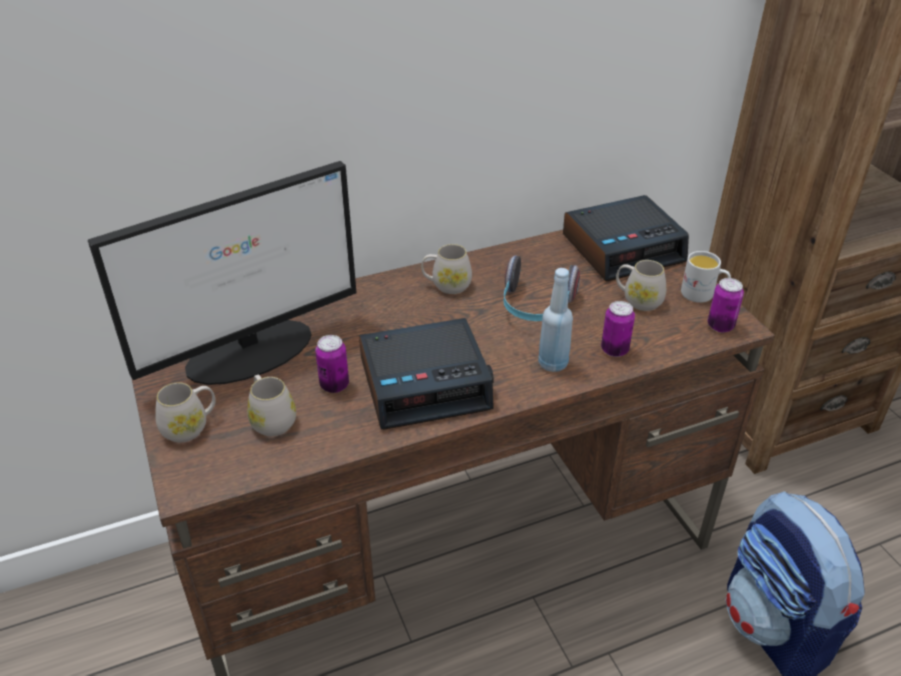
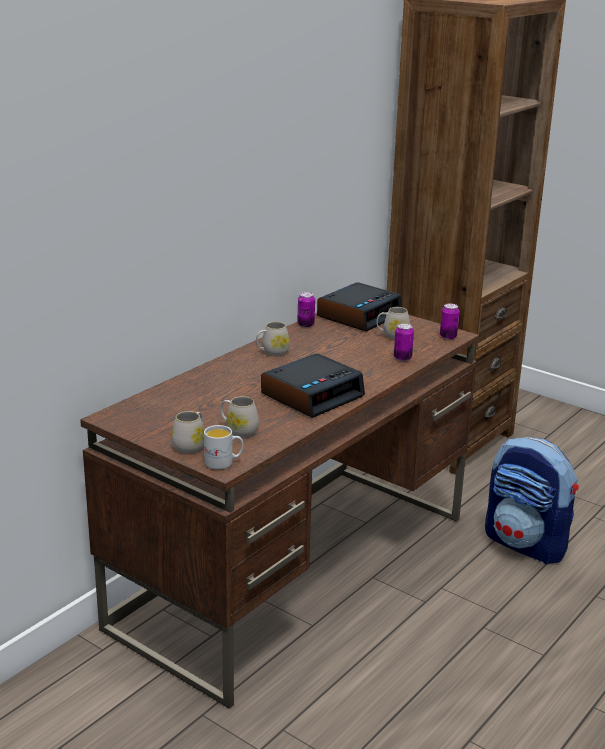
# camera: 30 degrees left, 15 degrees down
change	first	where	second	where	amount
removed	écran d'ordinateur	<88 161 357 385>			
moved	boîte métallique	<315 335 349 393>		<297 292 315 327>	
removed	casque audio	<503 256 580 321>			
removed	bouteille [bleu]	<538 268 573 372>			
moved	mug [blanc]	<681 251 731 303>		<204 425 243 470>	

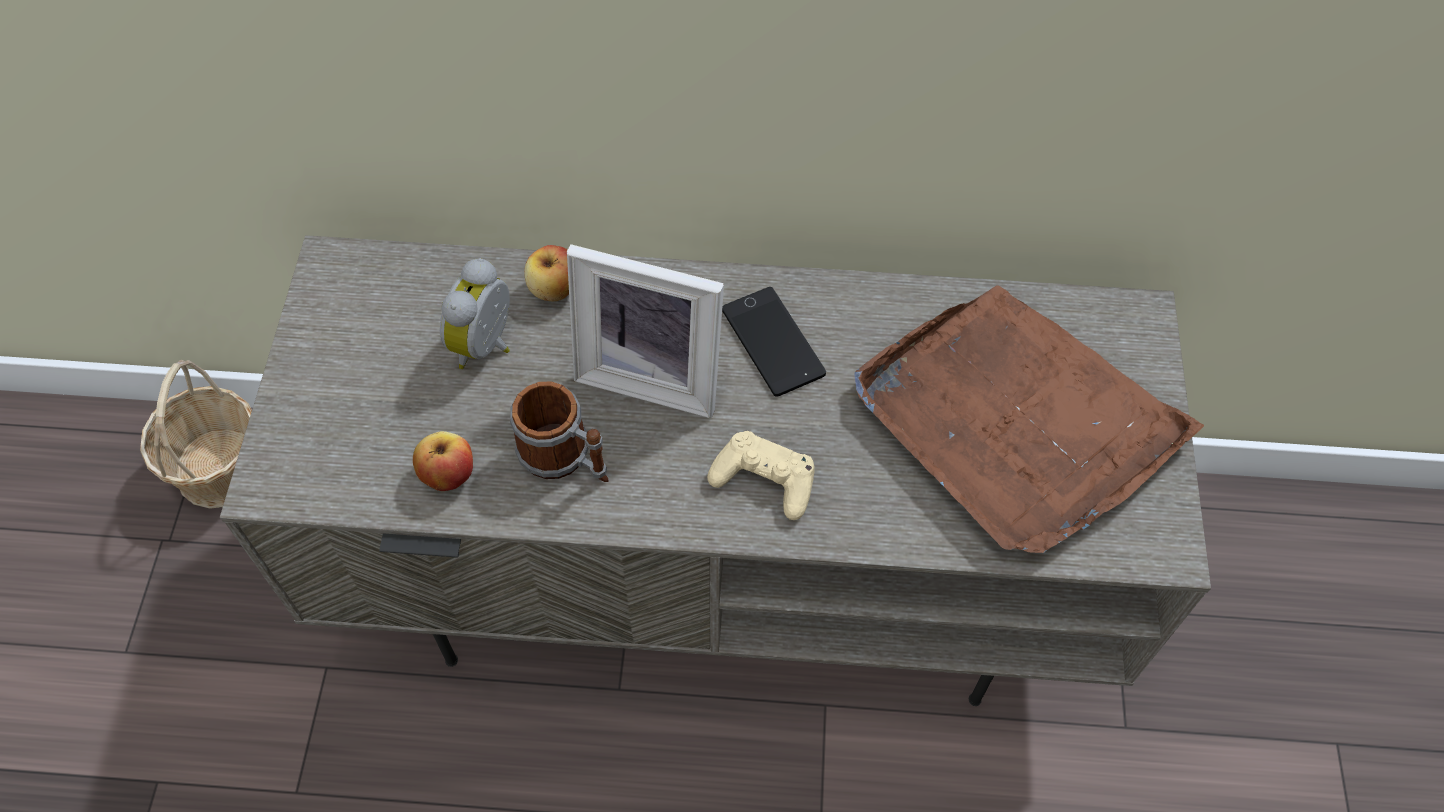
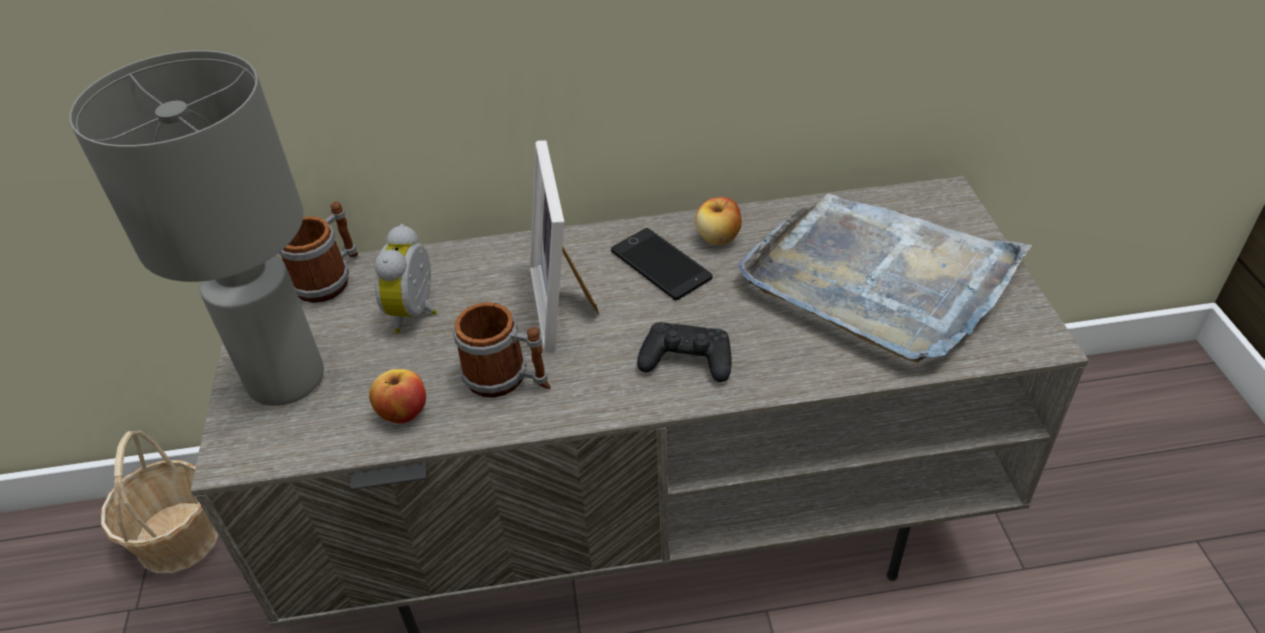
# camera: 10 degrees left, 15 degrees down
change	first	where	second	where	amount
moved	pomme	<524 245 569 301>		<695 197 742 245>	
turned	cadre photo	<567 244 724 418>		<530 140 599 353>	75 degrees clockwise
recoloured	manette [beige]	<707 431 815 520>	manette [noir]	<637 322 732 382>	
recoloured	plateau [marron]	<854 285 1204 553>	plateau [gris]	<738 194 1032 363>	
added			lampe de table [gris]	<69 50 324 406>	
added			mug	<279 202 358 303>	

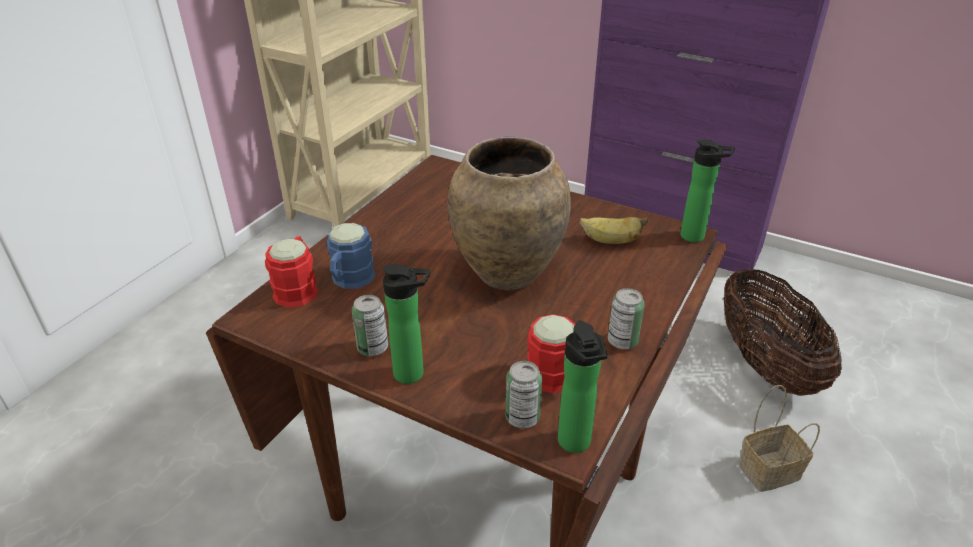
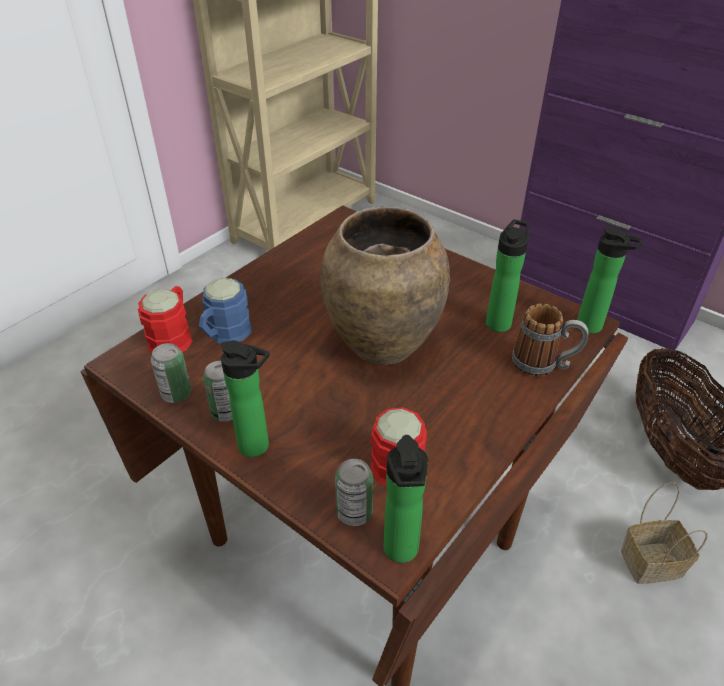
# camera: 10 degrees right, 5 degrees up
change	first	where	second	where	amount
replaced	banane	<580 217 648 244>	bouteille	<486 219 530 332>	
moved	boîte métallique	<608 288 645 349>		<151 343 192 403>	
added			mug	<512 303 589 376>	

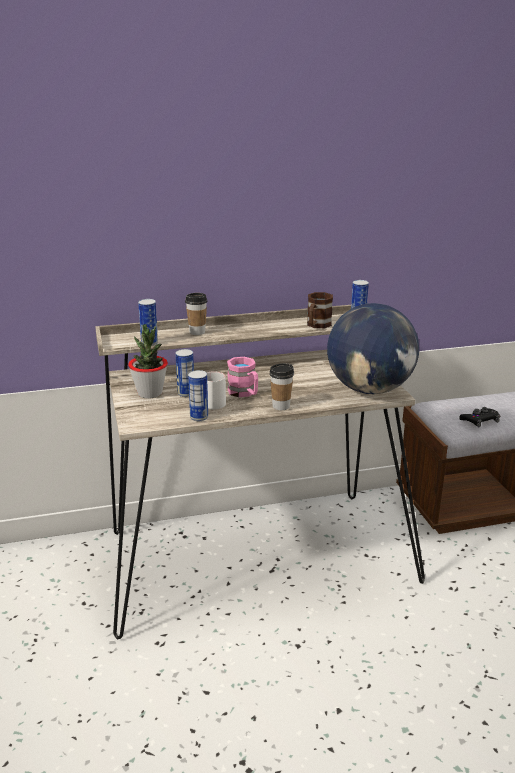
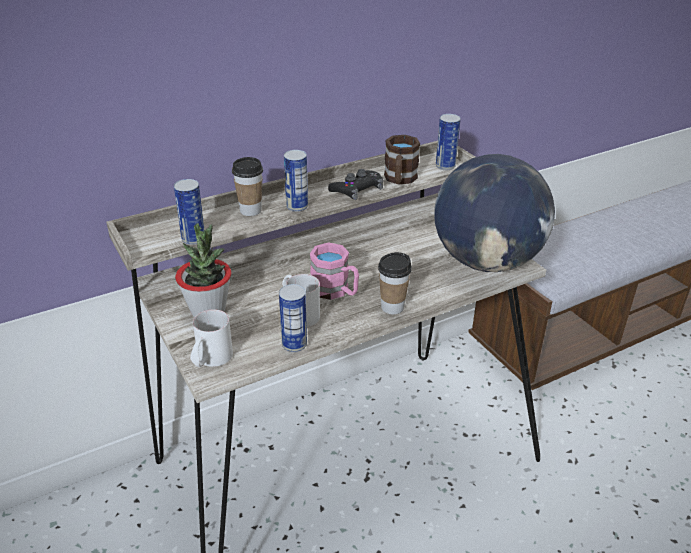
# camera: 15 degrees left, 10 degrees up
change	first	where	second	where	amount
moved	boîte métallique	<176 349 194 397>		<284 150 308 212>	
moved	manette [noir]	<459 407 500 427>		<328 169 384 200>	
added			mug [blanc]	<190 309 233 367>	

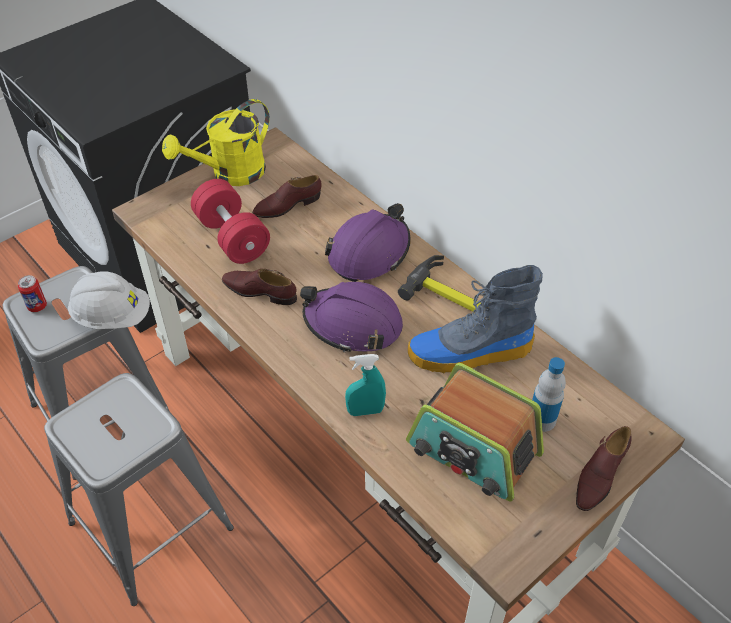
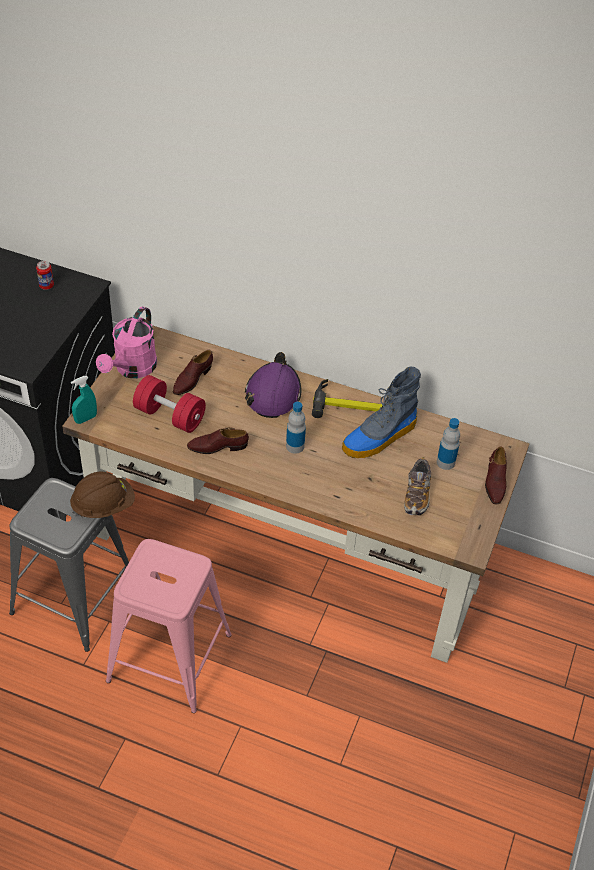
# camera: 30 degrees left, 0 degrees up
change	first	where	second	where	amount
moved	boîte métallique	<18 275 47 312>		<36 261 54 290>	
recoloured	tabouret [gris]	<44 373 234 606>	tabouret [rose]	<106 539 232 713>	
recoloured	casque de chantier [blanc]	<68 271 150 329>	casque de chantier [marron]	<70 471 135 518>	
recoloured	arrosoir [jaune]	<162 99 270 186>	arrosoir [rose]	<96 306 157 378>	
replaced	casque de chantier [violet]	<300 282 403 353>	bouteille	<286 402 306 454>	
moved	vaporisateur [turquoise]	<345 354 386 416>		<71 376 97 424>	
replaced	radio	<406 363 544 501>	chaussure	<404 457 431 515>	

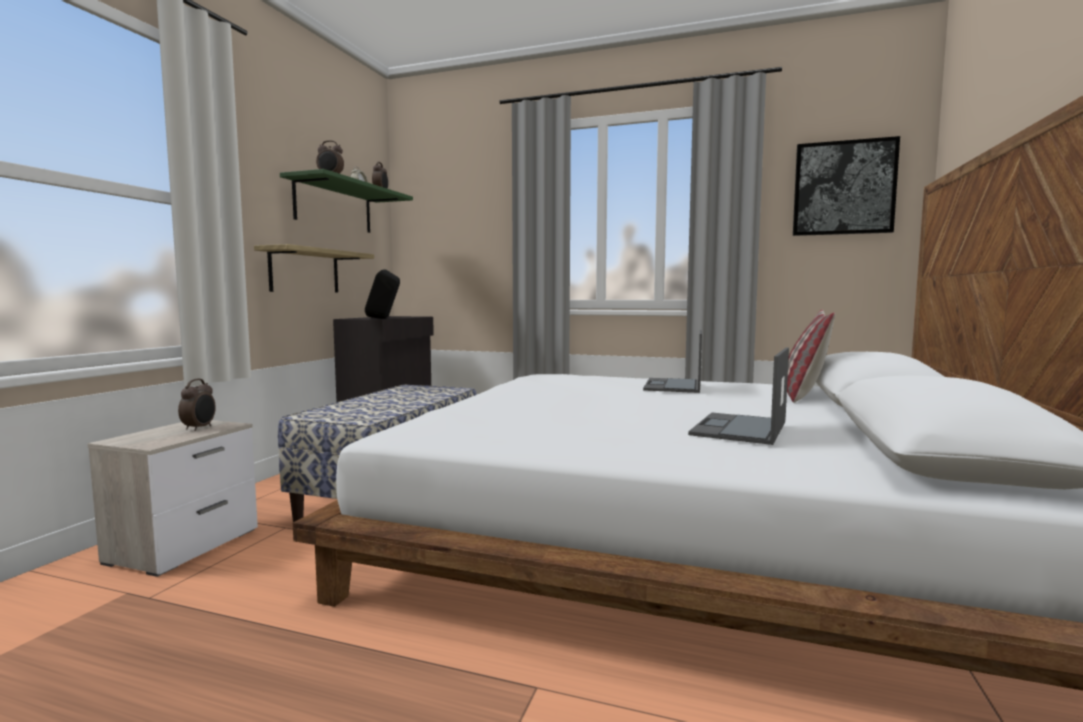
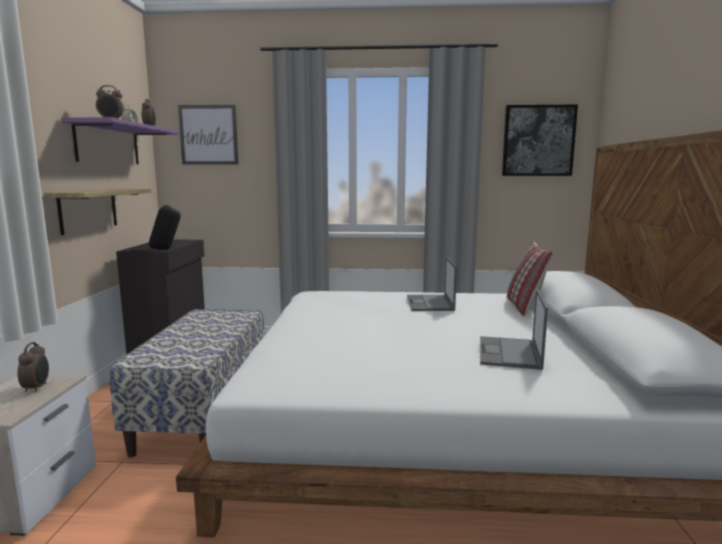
# camera: 15 degrees left, 5 degrees up
change	first	where	second	where	amount
recoloured	étagère [vert]	<280 169 413 233>	étagère [violet]	<61 117 180 164>	
added			tableau	<178 105 239 165>	

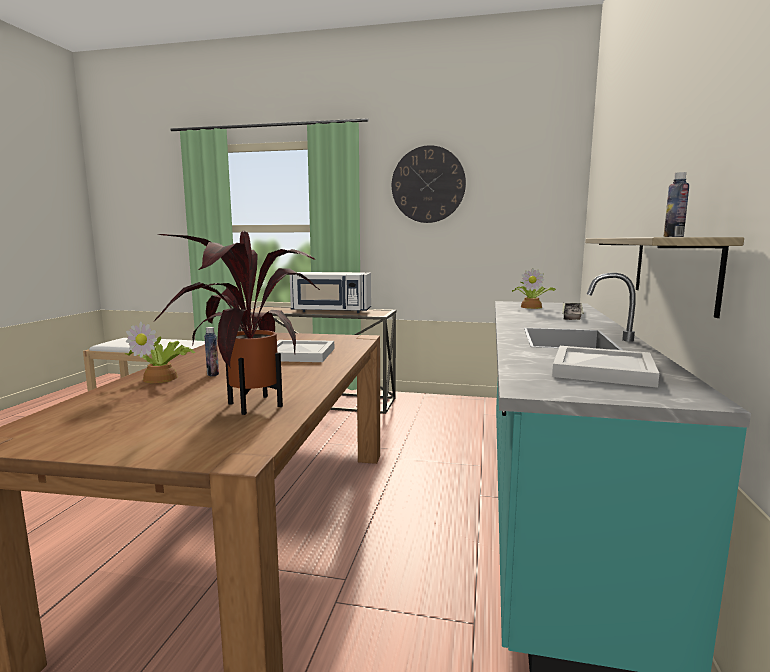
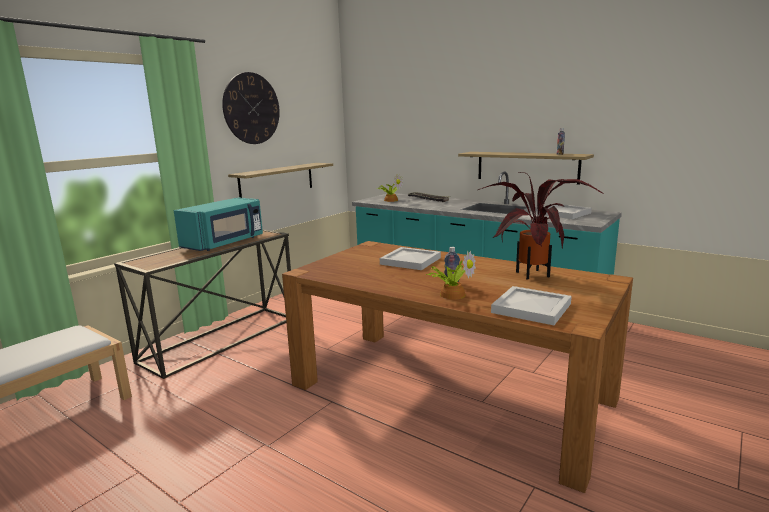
# camera: 65 degrees left, 5 degrees up
change	first	where	second	where	amount
recoloured	micro-ondes [blanc]	<290 272 371 313>	micro-ondes [turquoise]	<174 197 263 251>	
added			étagère	<228 163 333 198>	
added			plateau [blanc]	<491 286 572 325>	

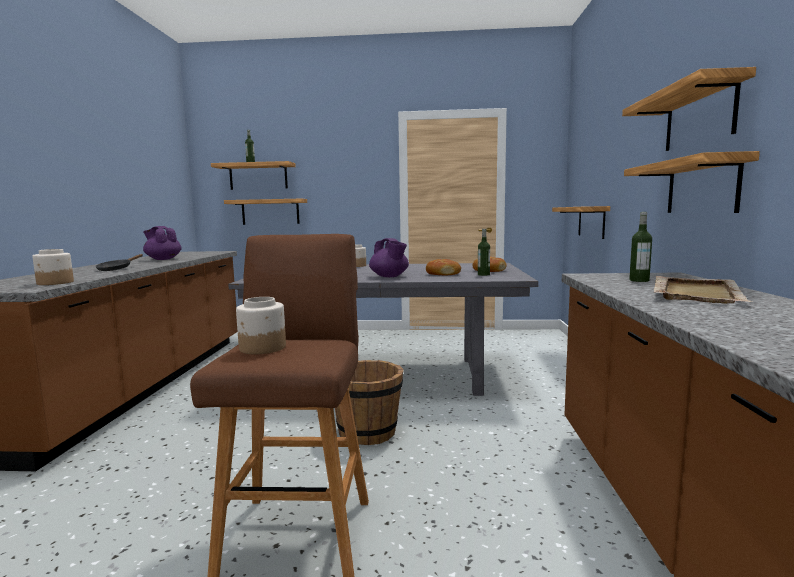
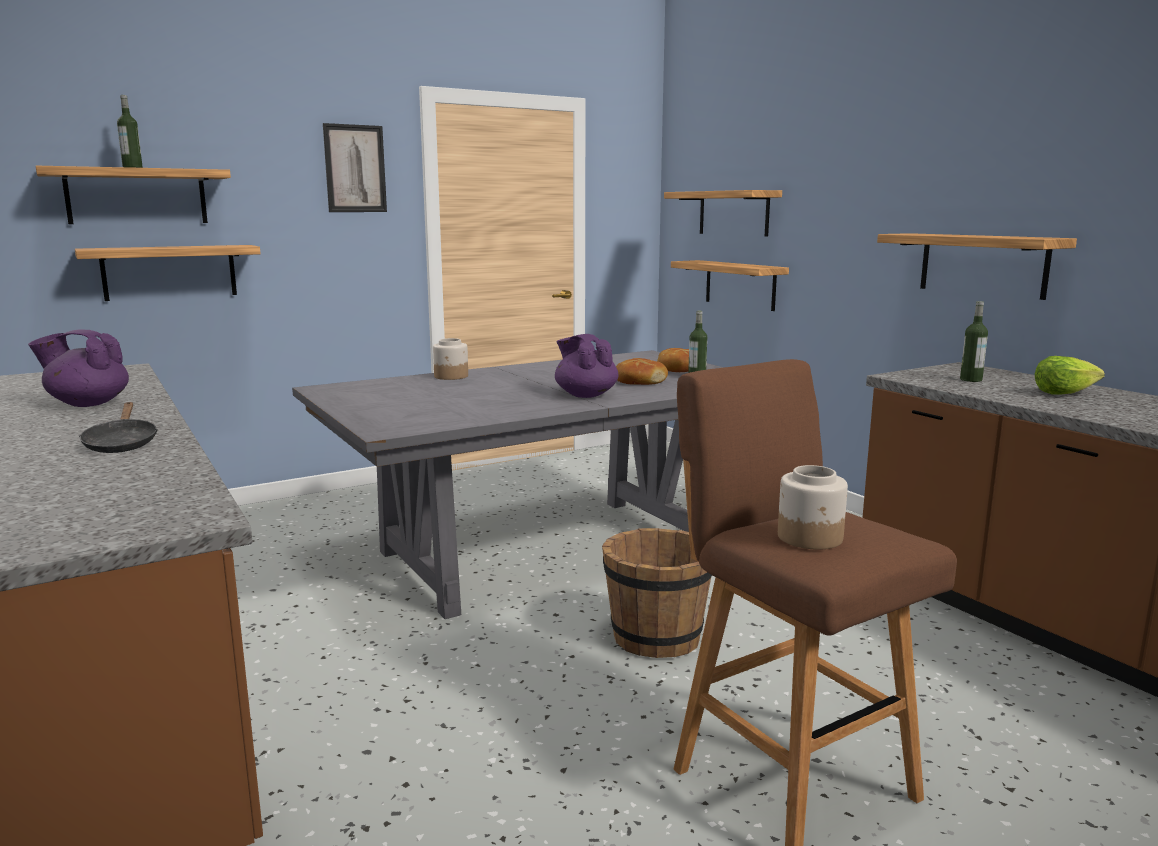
# camera: 35 degrees left, 5 degrees up
change	first	where	second	where	amount
removed	bocal	<32 249 74 285>			
turned	théière [violet]	<369 238 409 277>		<555 334 619 398>	150 degrees counterclockwise
moved	étagère	<622 67 756 151>		<664 190 782 236>	
replaced	plateau [beige]	<653 276 752 304>	laitue	<1035 356 1105 395>	
added			tableau	<323 123 387 212>	

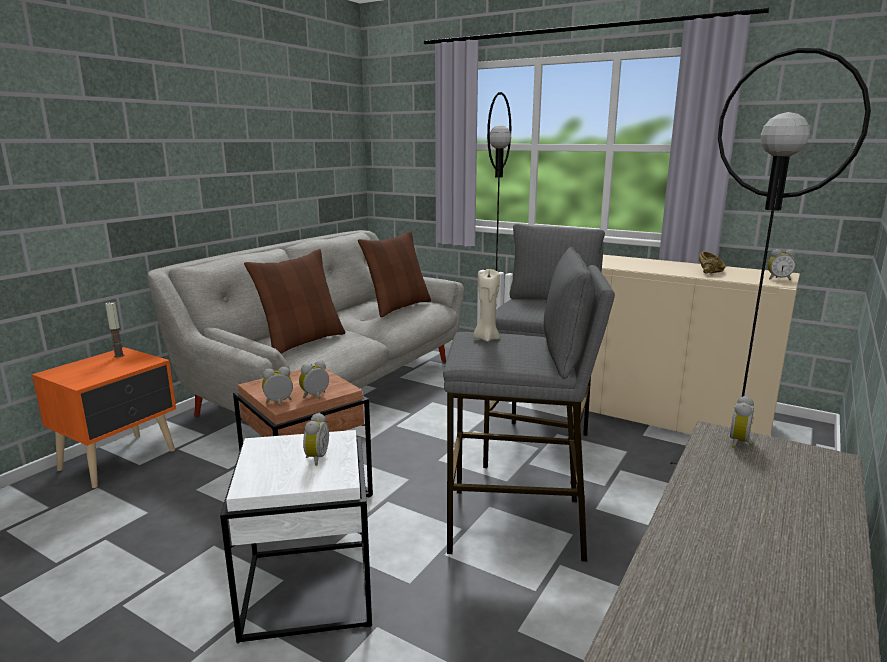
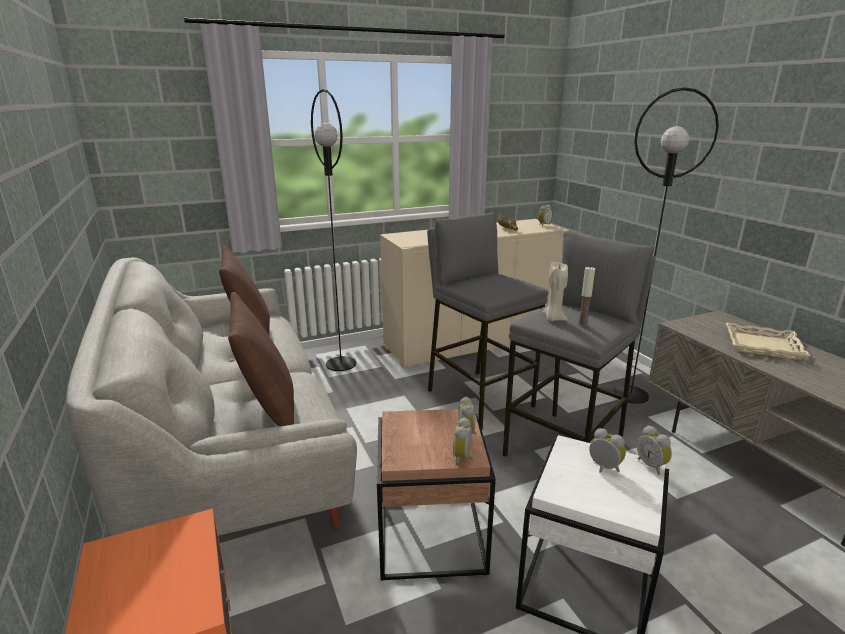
# camera: 55 degrees left, 5 degrees up
change	first	where	second	where	amount
moved	bougie	<105 301 124 357>		<578 266 595 327>	
moved	réveil	<730 396 754 448>		<637 425 672 475>	
added			plateau [beige]	<726 323 811 360>	

